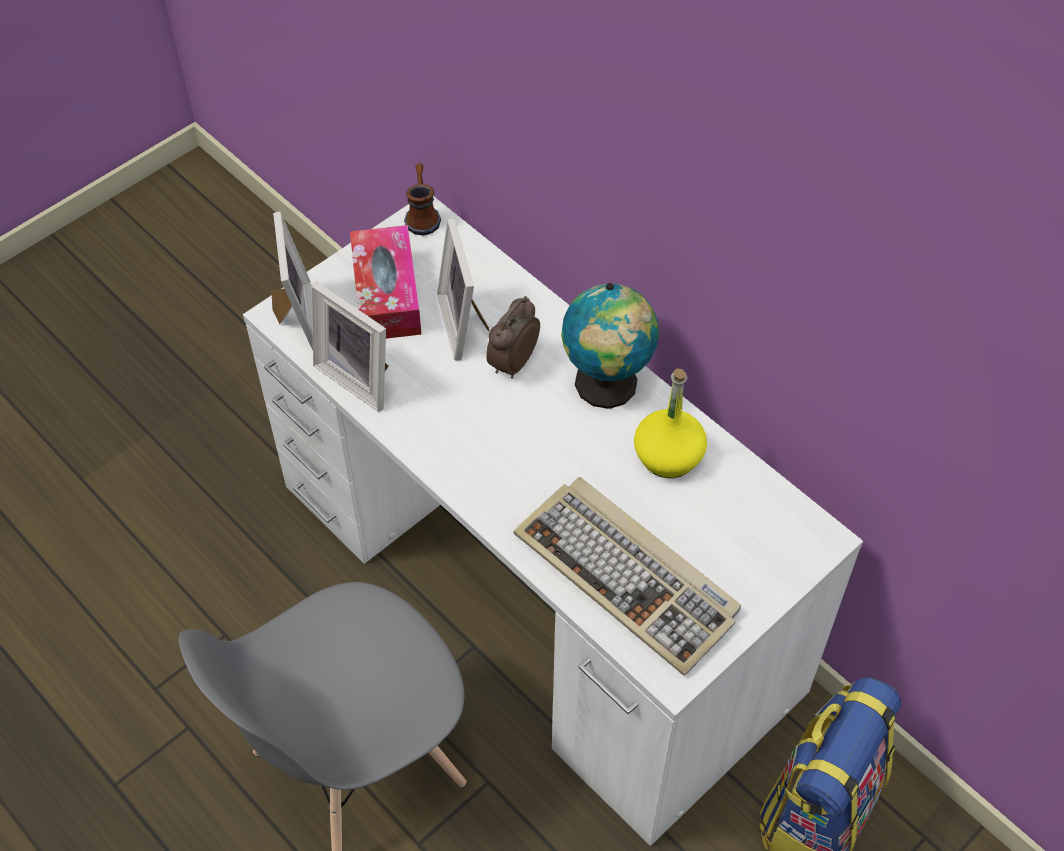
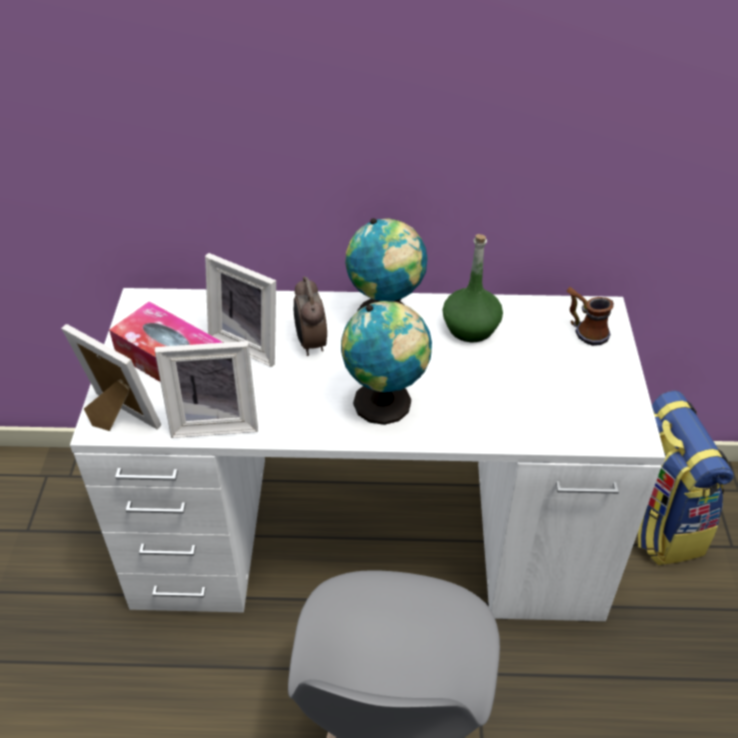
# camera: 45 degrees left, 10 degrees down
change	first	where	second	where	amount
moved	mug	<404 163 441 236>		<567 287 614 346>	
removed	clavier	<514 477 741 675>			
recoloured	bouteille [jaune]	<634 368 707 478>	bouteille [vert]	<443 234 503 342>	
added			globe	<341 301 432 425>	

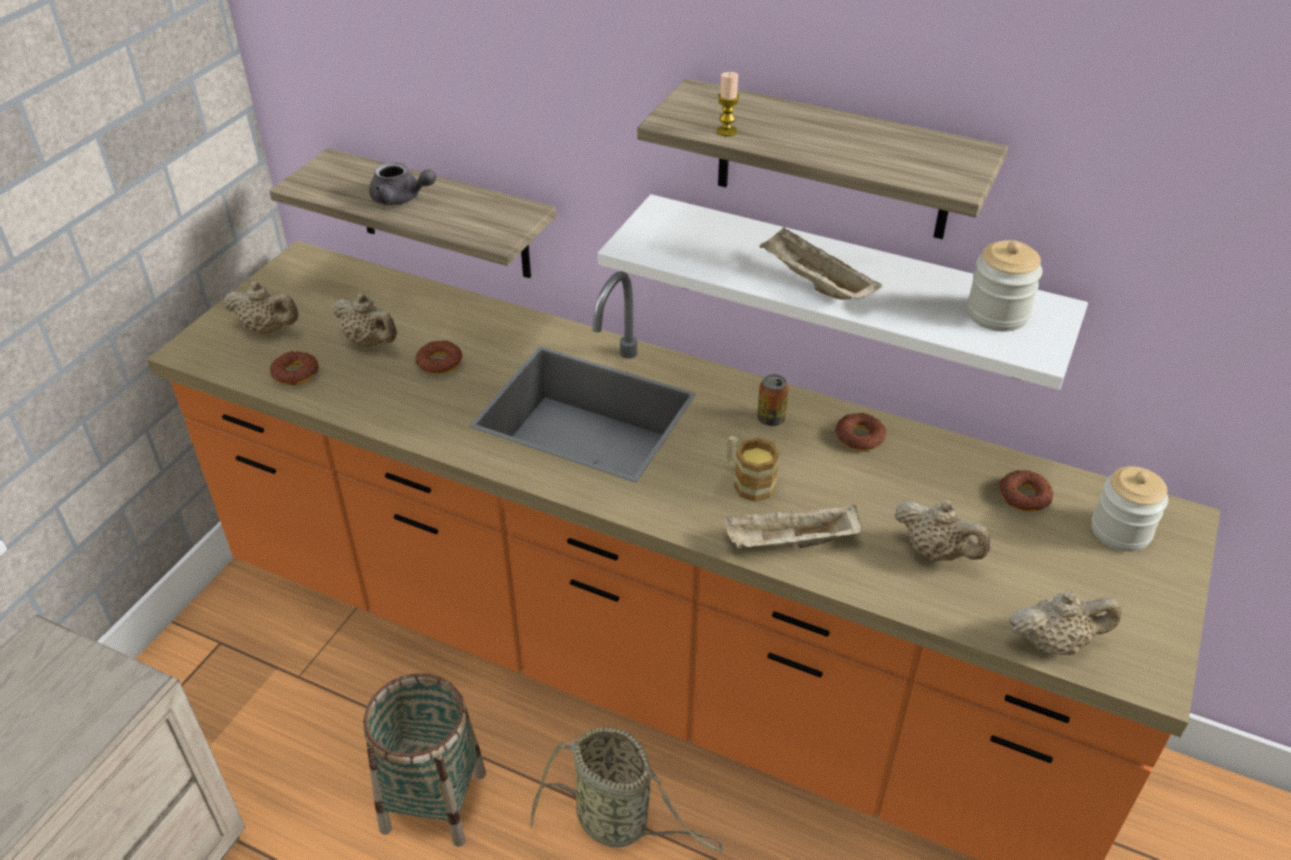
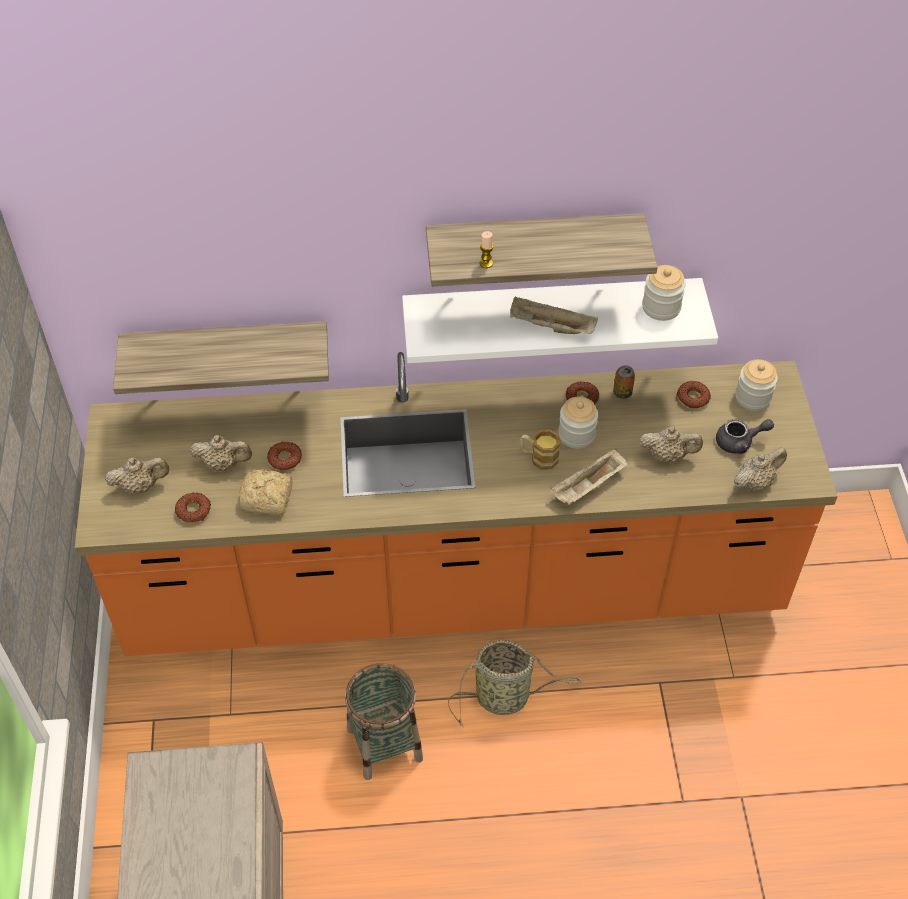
# camera: 30 degrees left, 10 degrees up
change	first	where	second	where	amount
moved	théière [gris]	<369 162 436 205>		<716 419 774 454>	
moved	boîte métallique	<757 374 789 426>		<613 365 635 399>	
added			pain	<239 469 292 515>	
added			bocal	<558 396 598 449>	

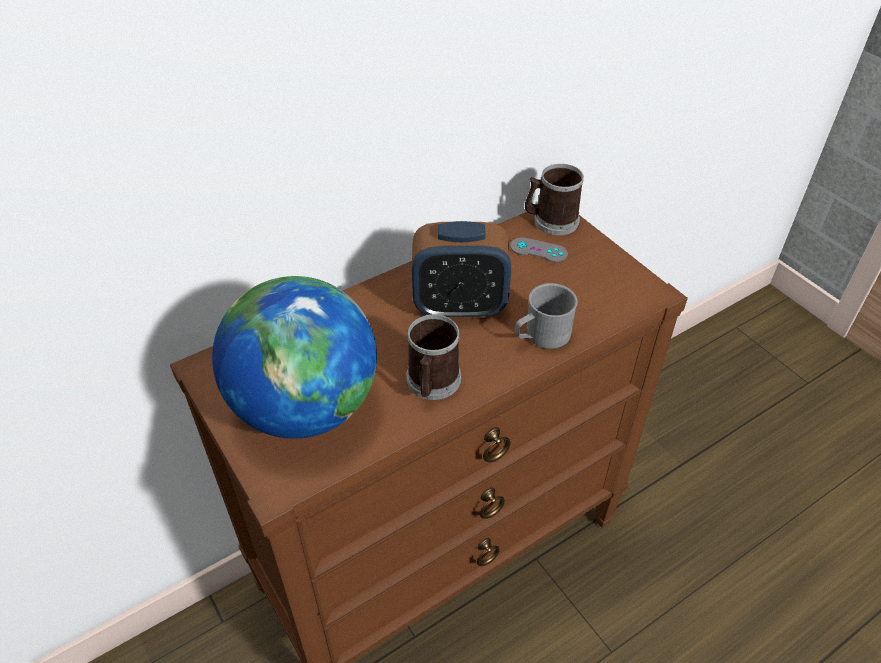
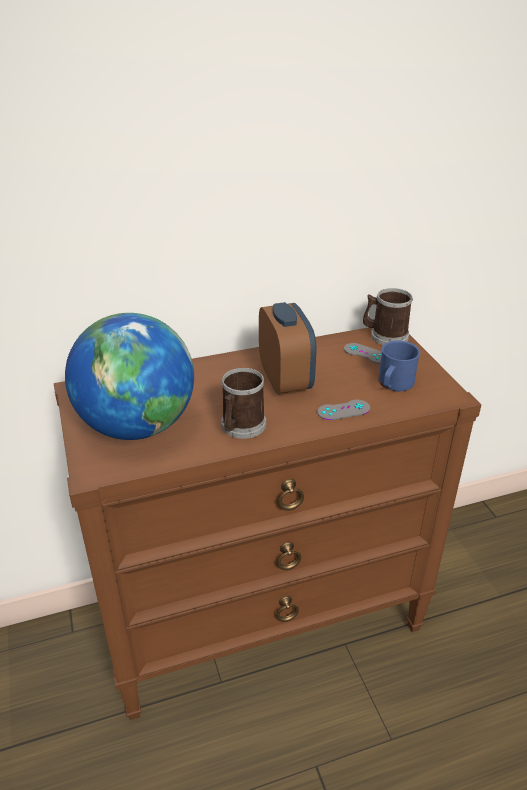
# camera: 15 degrees right, 10 degrees down
change	first	where	second	where	amount
turned	réveil	<412 221 511 319>		<259 302 316 395>	120 degrees counterclockwise
replaced	mug [gris]	<515 283 578 349>	manette [gris]	<317 400 370 420>	
added			mug [bleu]	<379 341 420 391>	

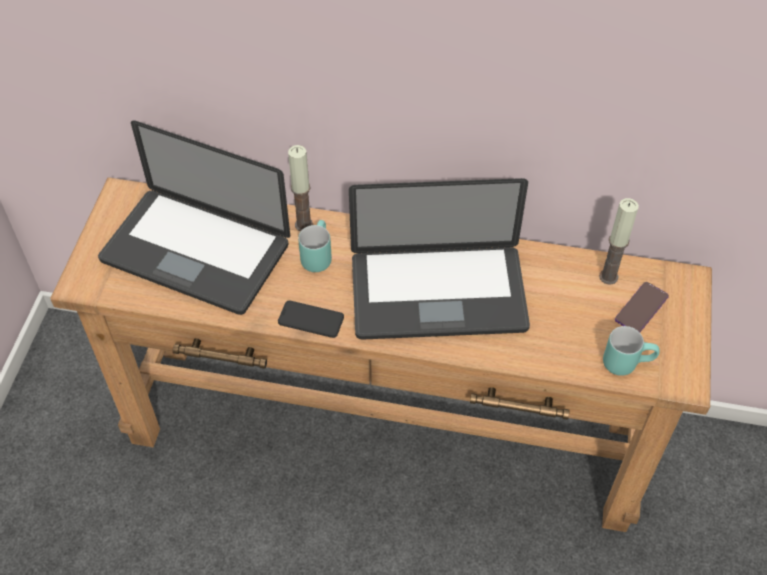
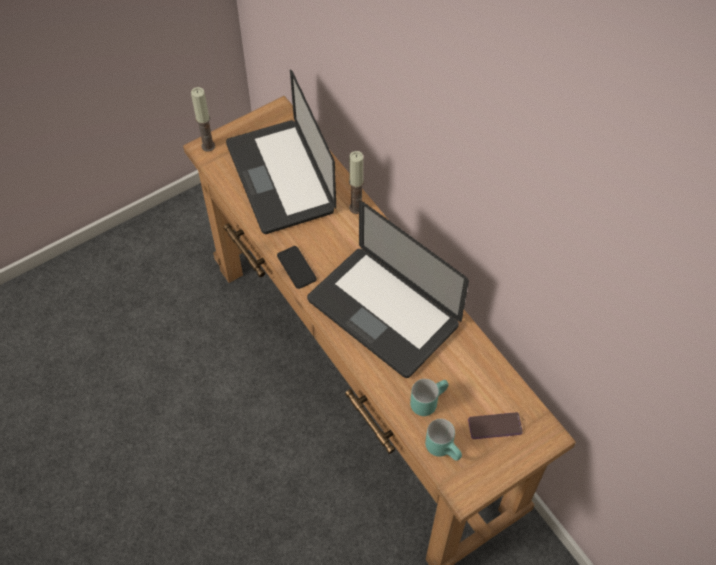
# camera: 45 degrees right, 5 degrees up
change	first	where	second	where	amount
moved	mug [turquoise]	<298 220 332 272>		<410 379 448 416>	
moved	bougie	<599 198 639 285>		<191 87 215 152>	

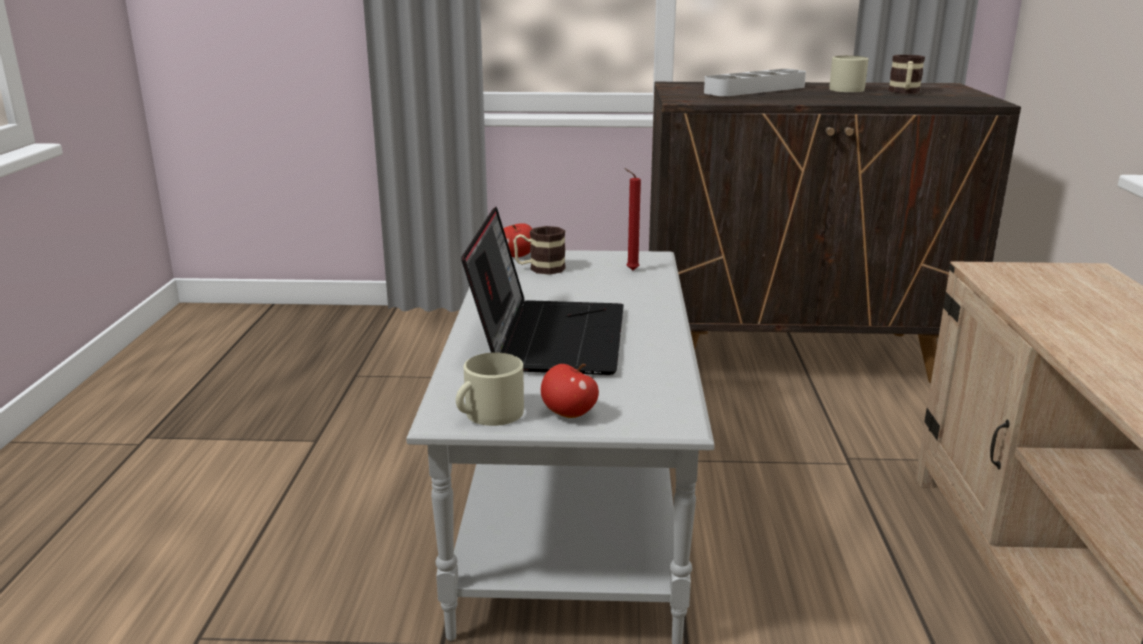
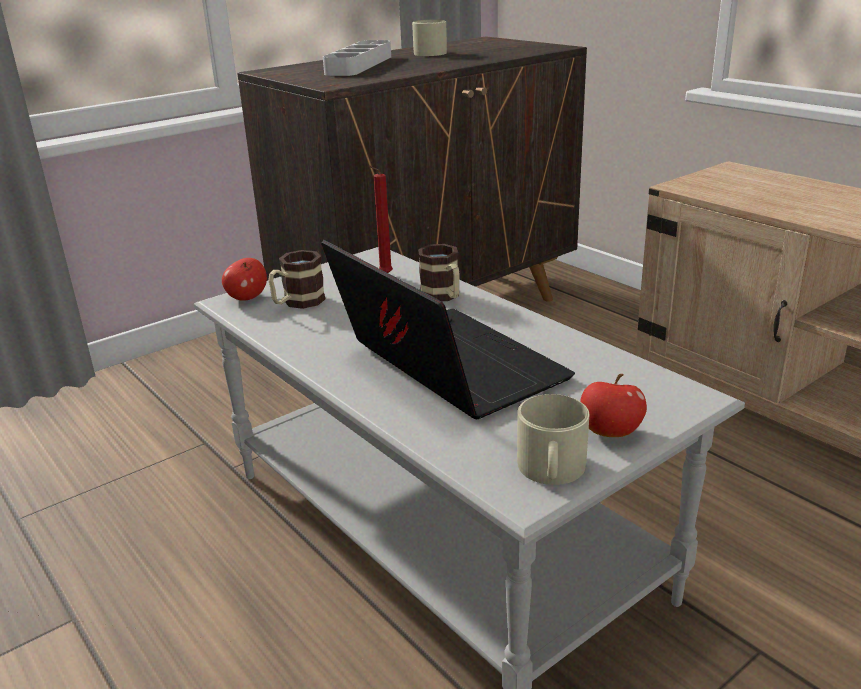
# camera: 40 degrees left, 5 degrees up
change	first	where	second	where	amount
moved	mug	<888 55 925 94>		<418 244 460 301>	

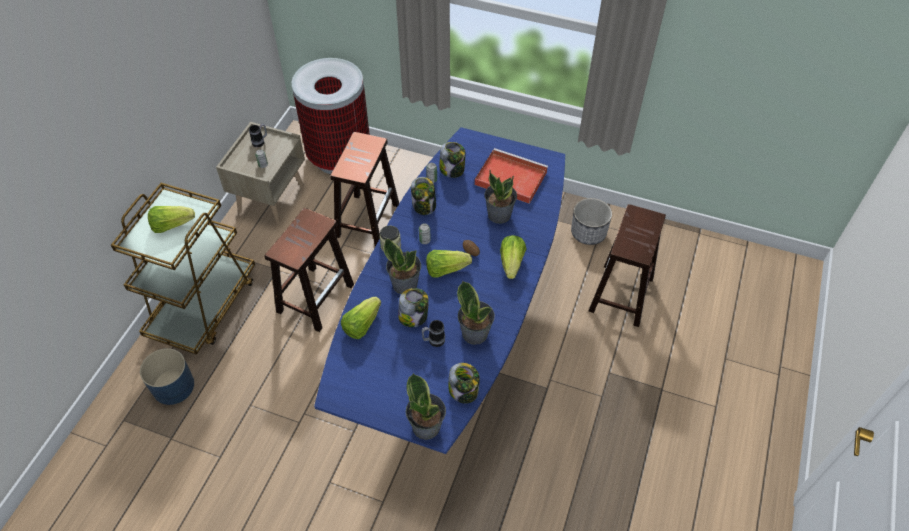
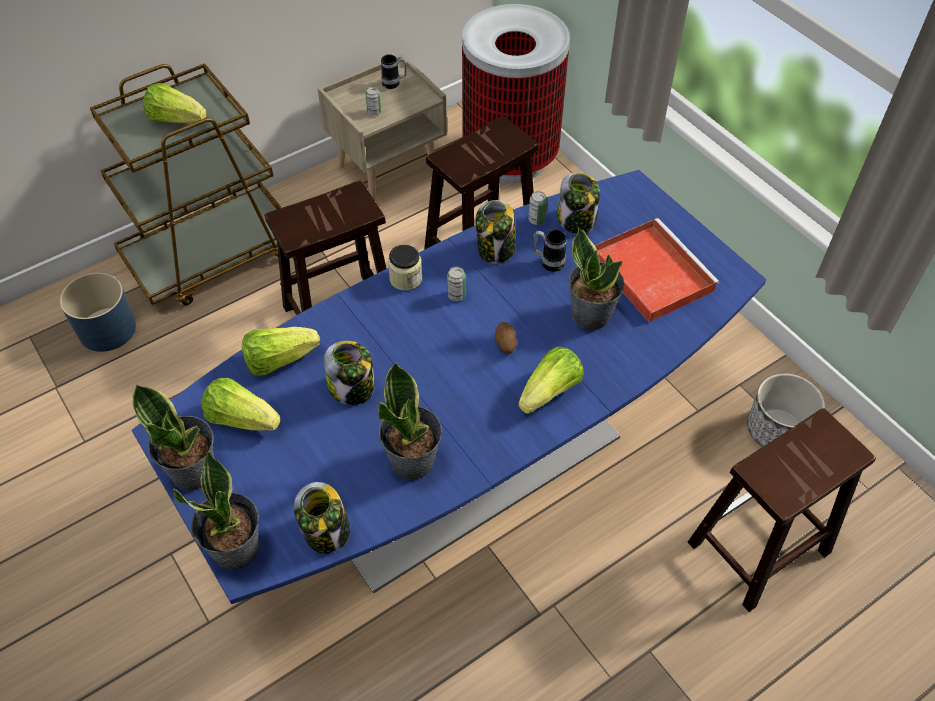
# camera: 35 degrees right, 0 degrees up
change	first	where	second	where	amount
moved	plante en pot	<383 238 421 294>		<132 384 214 491>	
moved	mug	<422 320 445 347>		<533 229 567 272>	
moved	laitue	<426 250 472 278>		<201 378 281 431>	

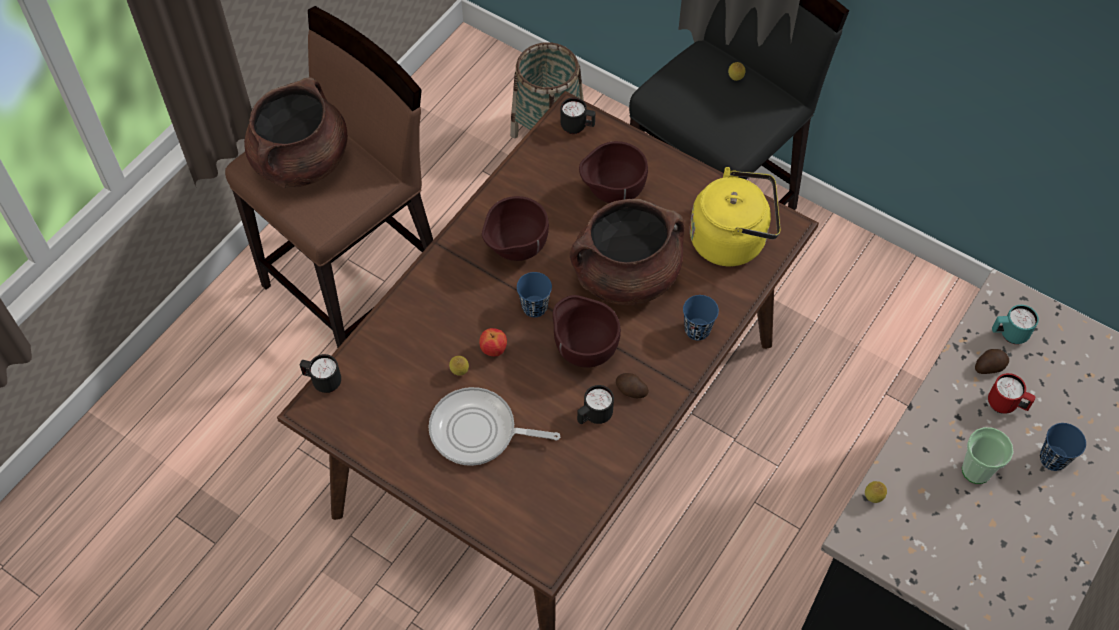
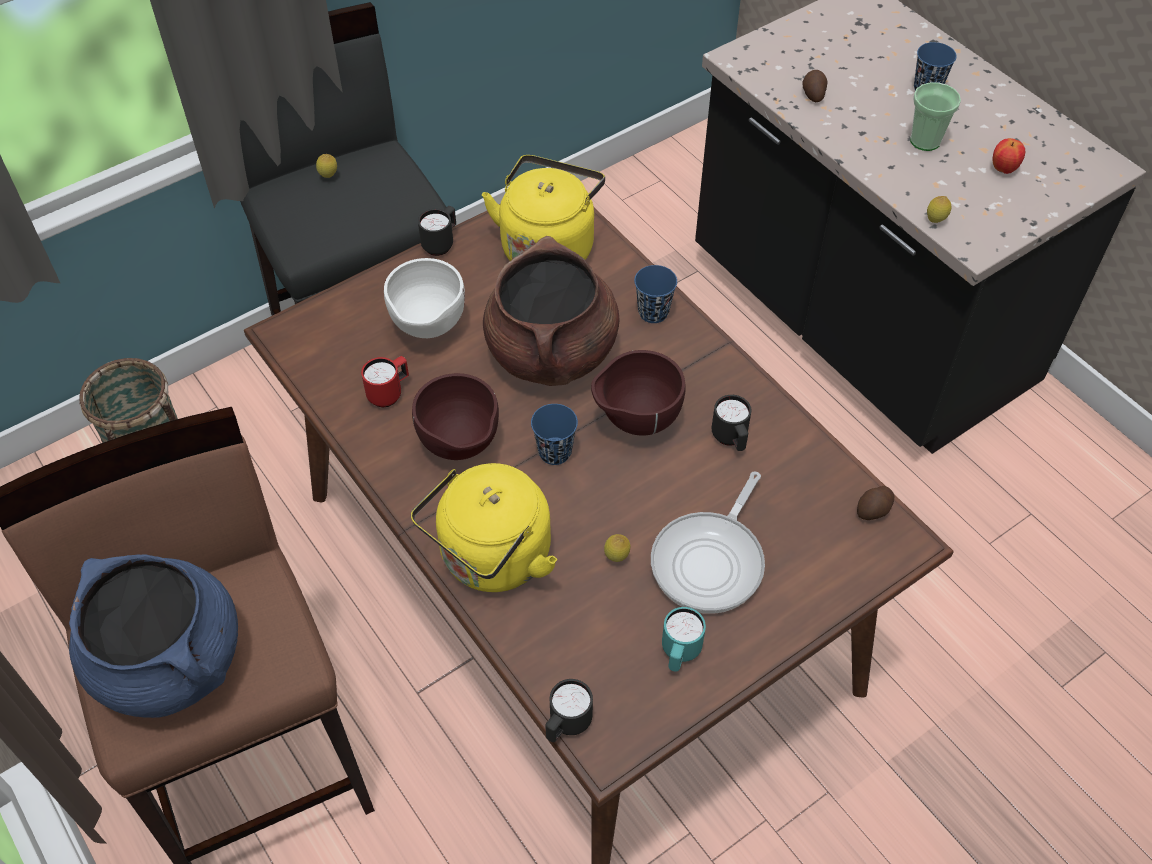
# camera: 70 degrees left, 5 degrees down
change	first	where	second	where	amount
recoloured	marmite [marron]	<244 77 348 188>	marmite [bleu]	<69 554 238 718>	
moved	pomme	<479 328 507 356>		<993 138 1025 174>	
moved	mug [noir]	<561 98 595 134>		<418 206 456 256>	
recoloured	bol [marron]	<579 141 648 203>	bol [blanc]	<384 258 465 338>	
moved	pomme de terre	<616 373 649 398>		<857 486 894 520>	
moved	mug [rouge]	<988 373 1036 413>		<361 356 409 407>	
moved	mug [turquoise]	<992 305 1039 344>		<662 607 706 672>	
added			bouilloire [jaune]	<411 463 557 592>	

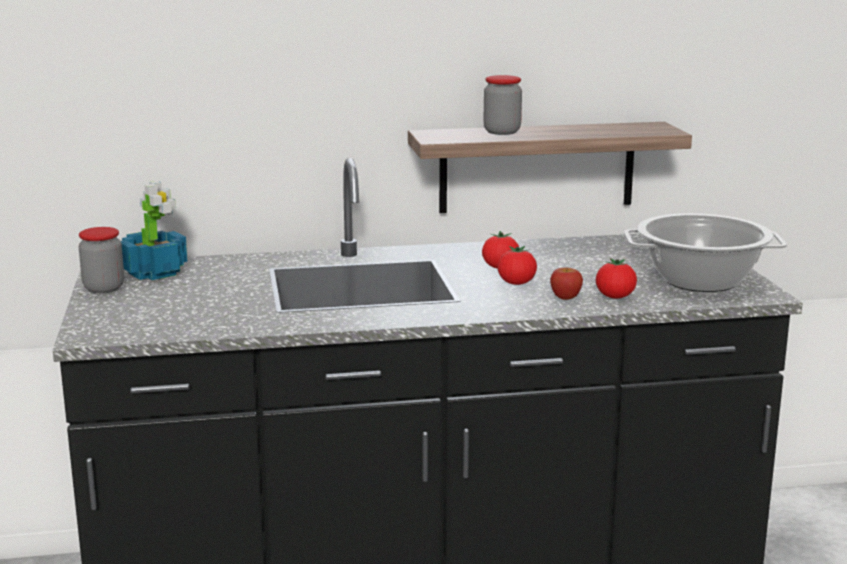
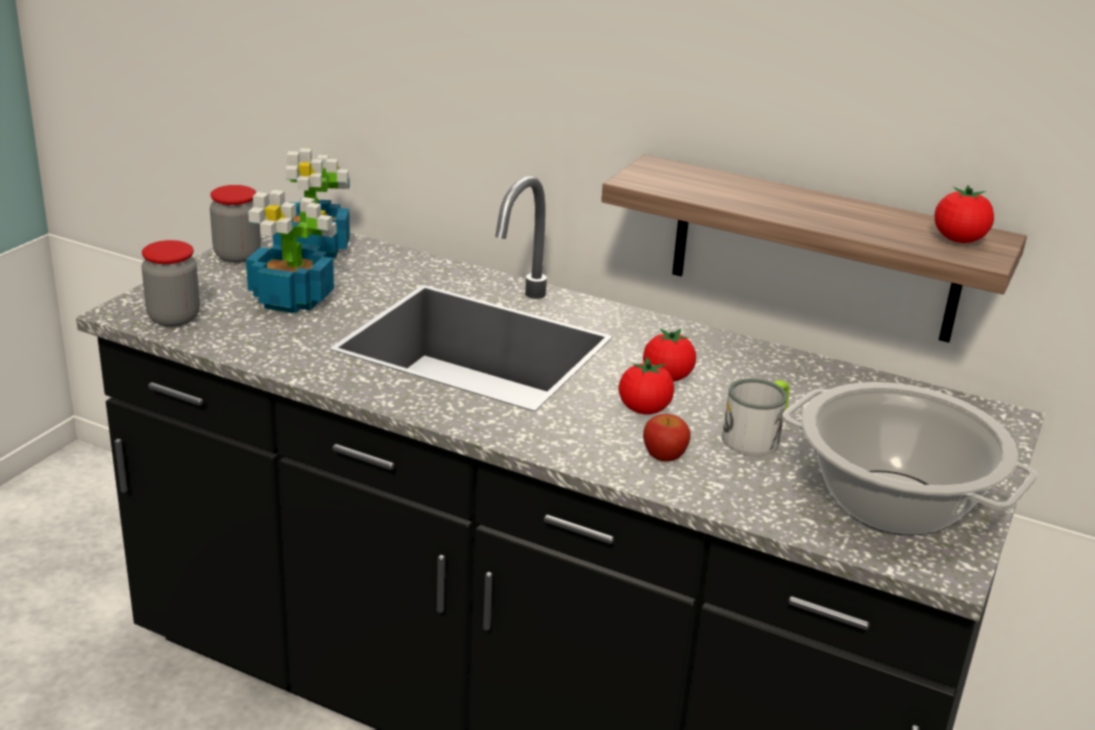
# camera: 35 degrees right, 10 degrees up
change	first	where	second	where	amount
moved	bocal	<483 75 522 135>		<141 240 200 327>	
moved	tomate	<596 258 637 299>		<935 185 994 243>	
added			plante en pot	<246 190 337 313>	
added			mug	<722 378 789 456>	

